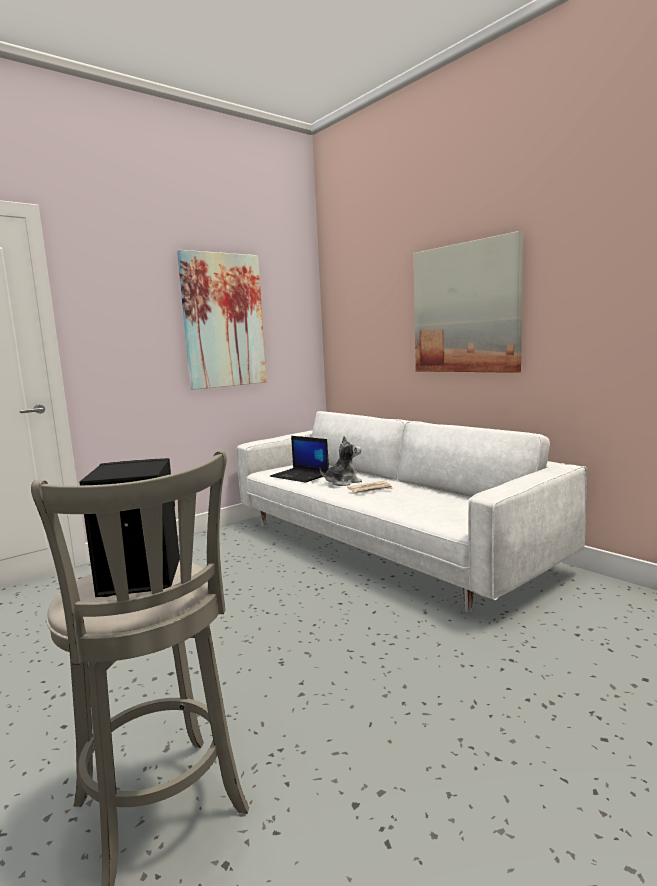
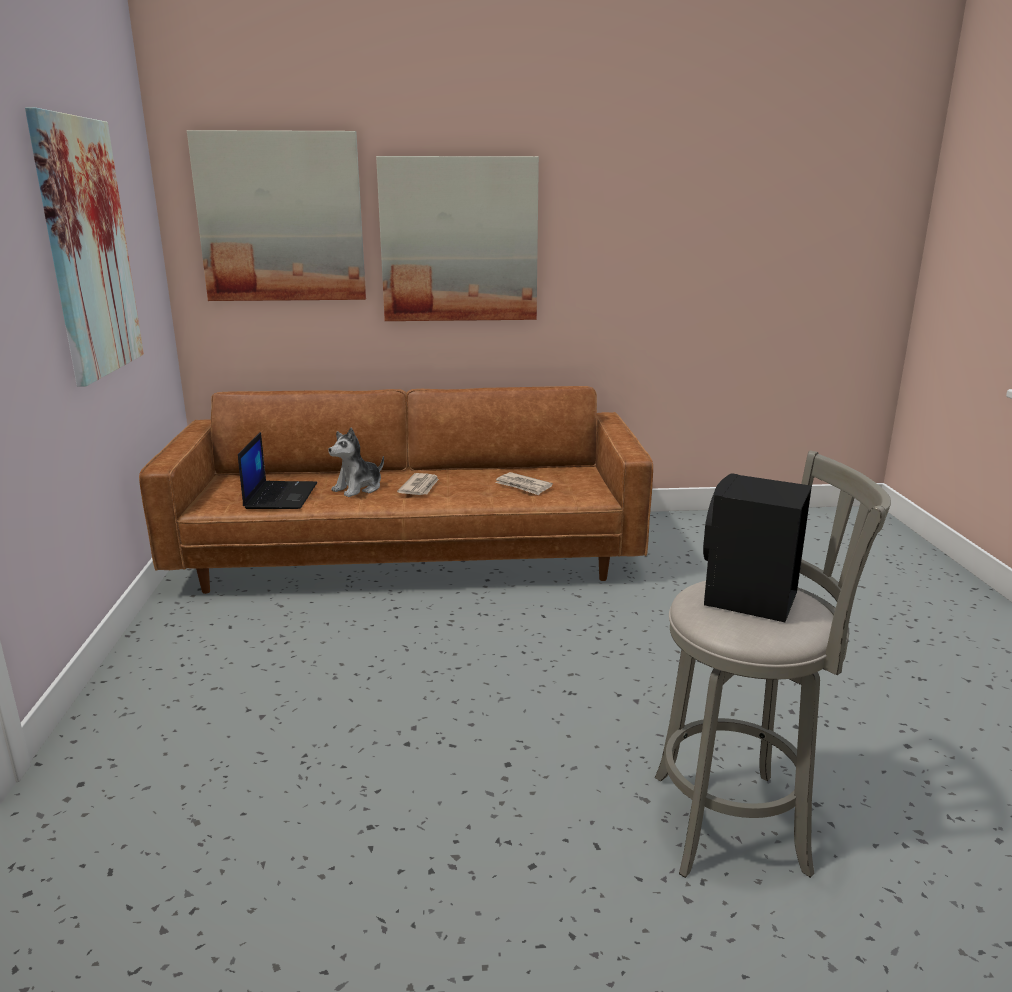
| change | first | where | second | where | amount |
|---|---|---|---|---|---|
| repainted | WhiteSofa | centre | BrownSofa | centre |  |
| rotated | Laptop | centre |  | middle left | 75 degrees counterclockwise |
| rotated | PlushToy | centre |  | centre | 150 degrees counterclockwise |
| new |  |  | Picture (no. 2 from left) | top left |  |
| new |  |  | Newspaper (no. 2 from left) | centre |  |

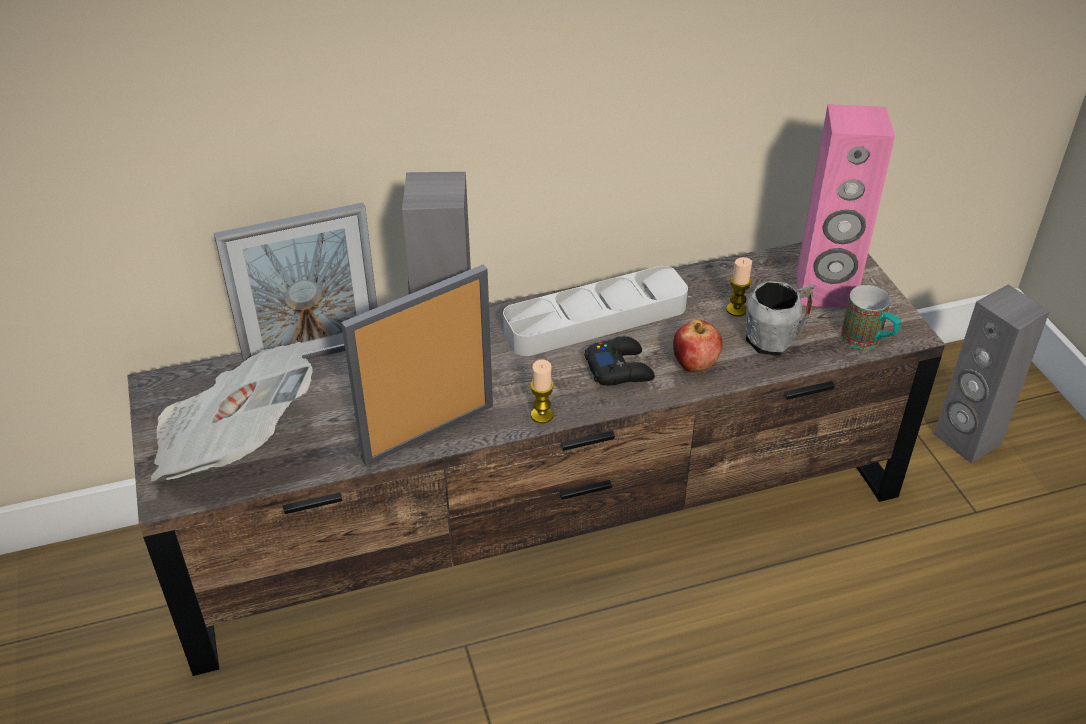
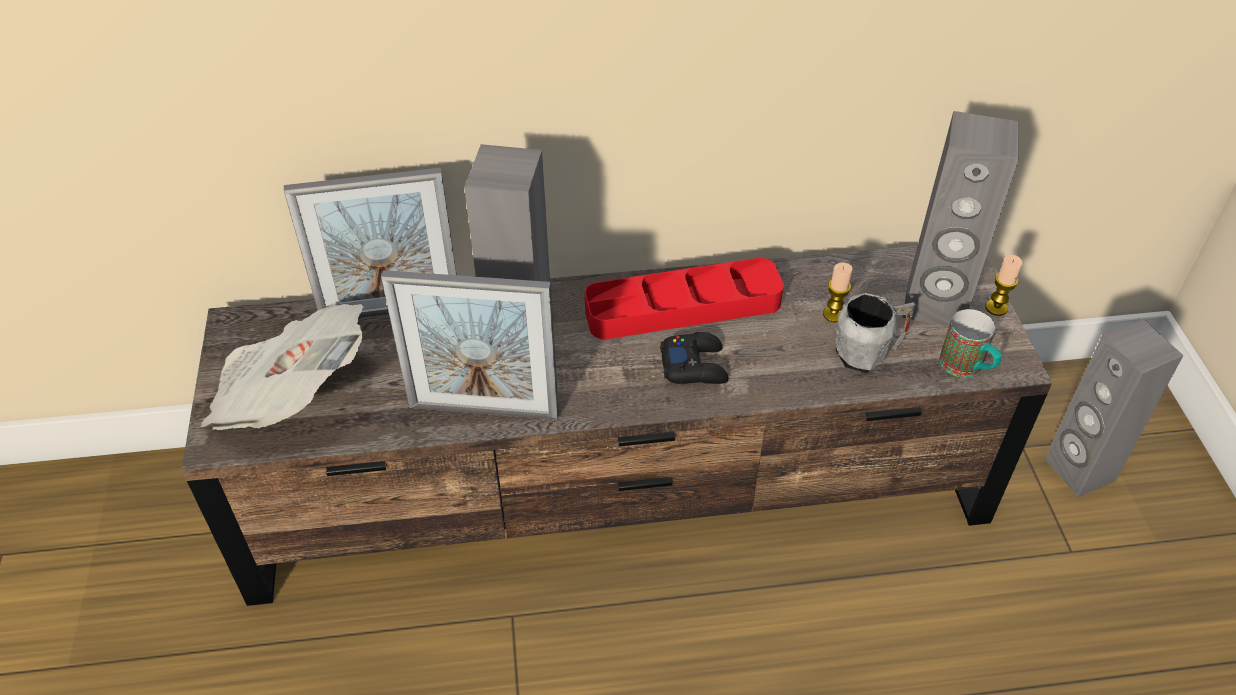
| change | first | where | second | where | amount |
|---|---|---|---|---|---|
| repainted | PinkSpeaker | top right | GreySpeaker (no. 2 from left) | top right |  |
| rotated | PictureFrame (no. 2 from left) | centre |  | centre | 150 degrees counterclockwise |
| repainted | GreyTray | centre | RedTray | centre |  |
| gone | Apple | centre |  |  |  |
| shifted | Candle (no. 1 from left in the first image) | centre | Candle (no. 2 from left) | middle right |  |

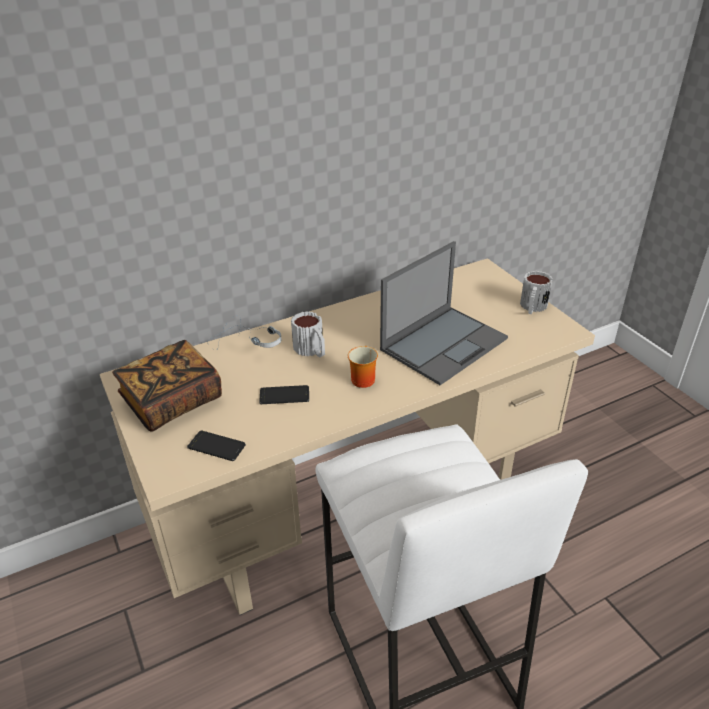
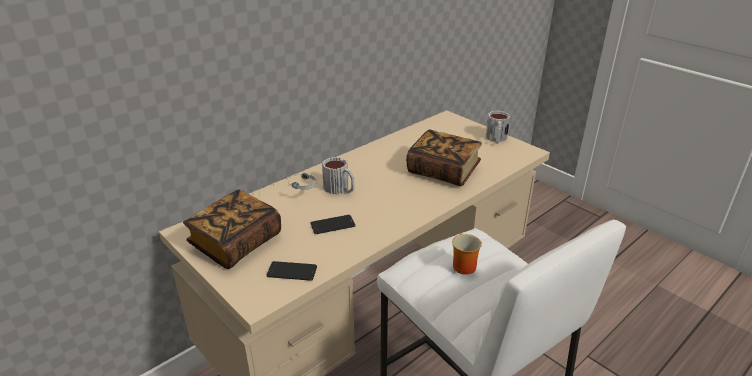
| change | first | where | second | where | amount |
|---|---|---|---|---|---|
| swapped | Laptop | centre | Book (no. 2 from left) | centre |  |
| shifted | Mug (no. 2 from left) | centre |  | bottom centre |  |

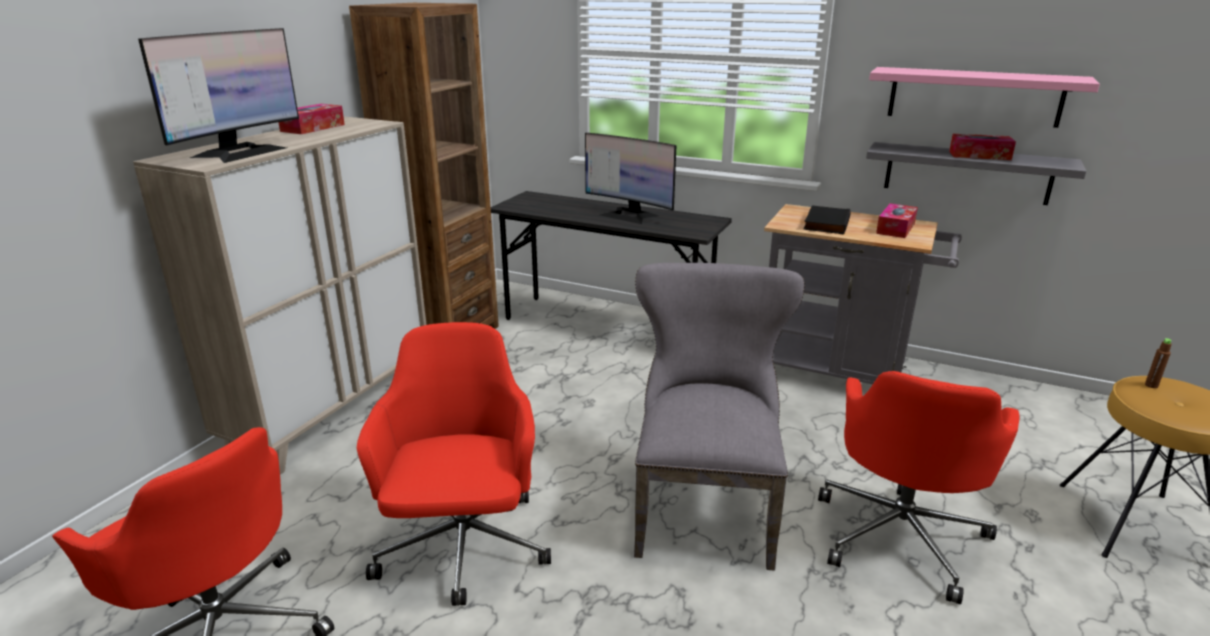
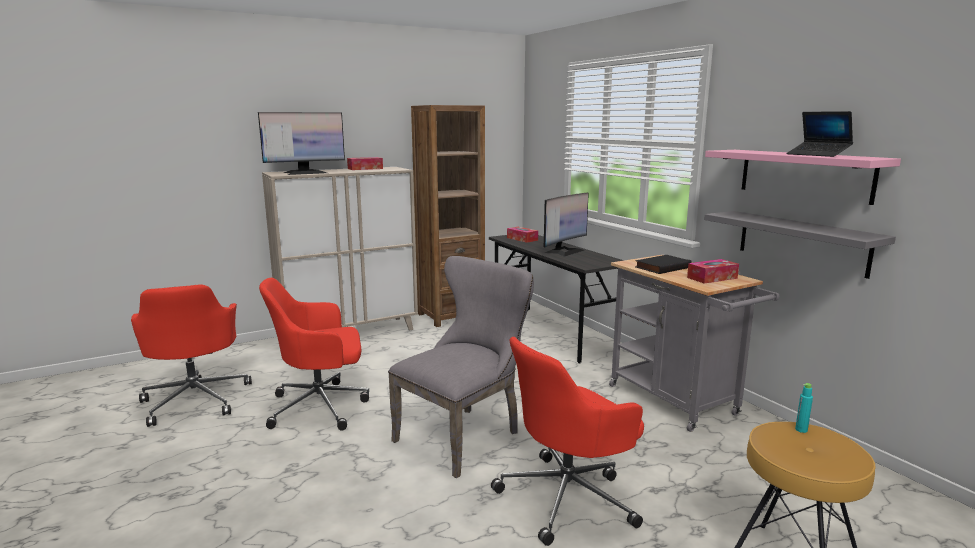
| change | first | where | second | where | amount |
|---|---|---|---|---|---|
| rotated | Monitor (no. 2 from left) | top centre |  | centre | 120 degrees counterclockwise |
| shifted | TissueBox (no. 3 from left in the first image) | top right | TissueBox (no. 2 from left) | centre |  |
| rotated | RedOfficeChair (no. 2 from left) | bottom centre |  | middle left | 135 degrees counterclockwise |
| repainted | BrownBottle | middle right | TurquoiseBottle | bottom right |  |
| new |  |  | Laptop | top right |  |

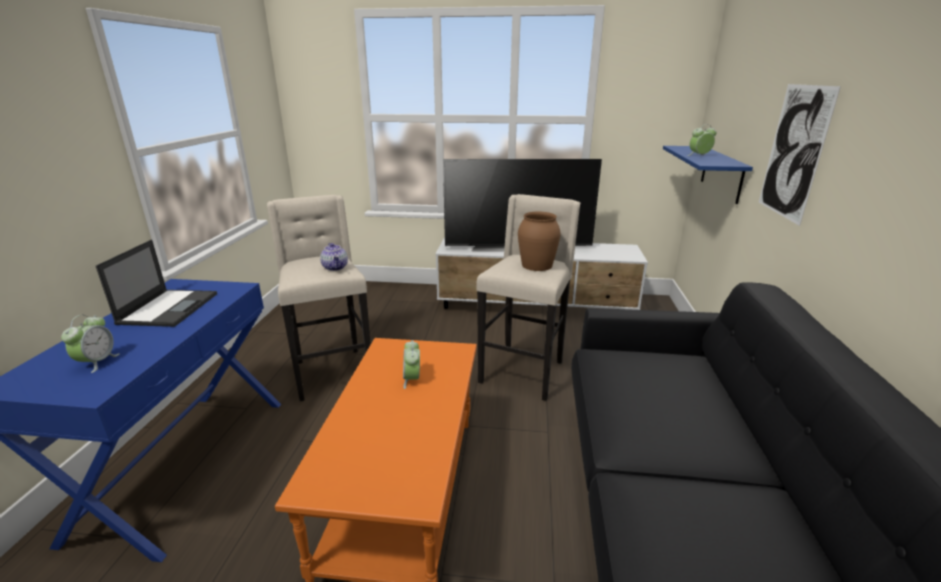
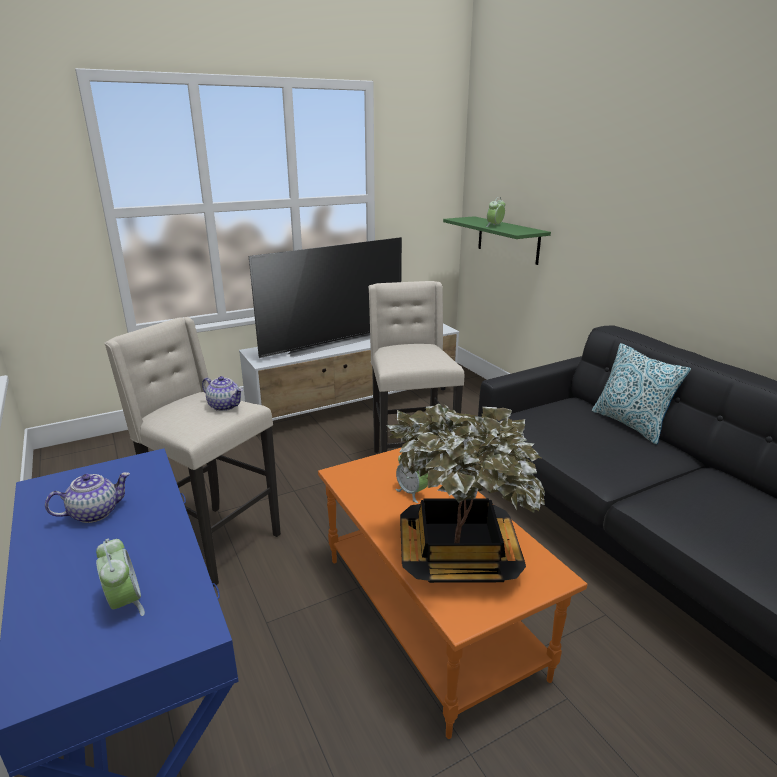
| change | first | where | second | where | amount |
|---|---|---|---|---|---|
| gone | Picture | top right |  |  |  |
| repainted | BlueShelf | top right | GreenShelf | top centre |  |
| gone | BrownVase | centre |  |  |  |
| swapped | Laptop | middle left | Teapot (no. 1 from left) | middle left |  |
| new |  |  | Pillow | middle right |  |
| new |  |  | PottedPlant | centre |  |

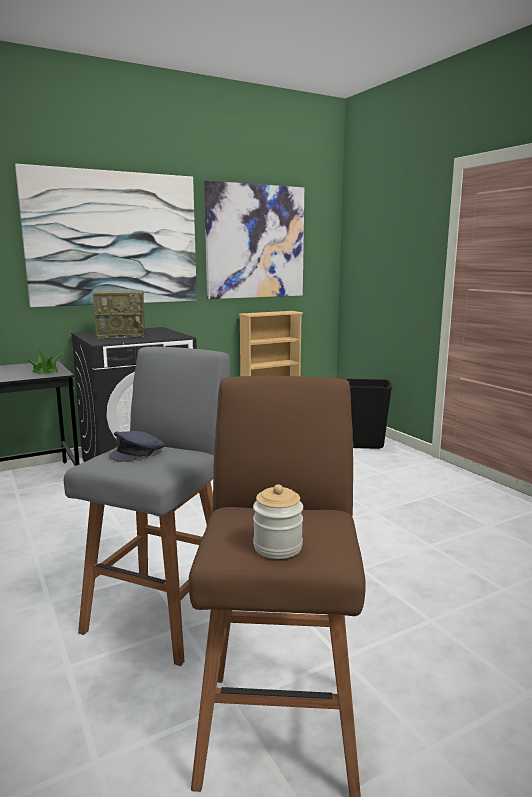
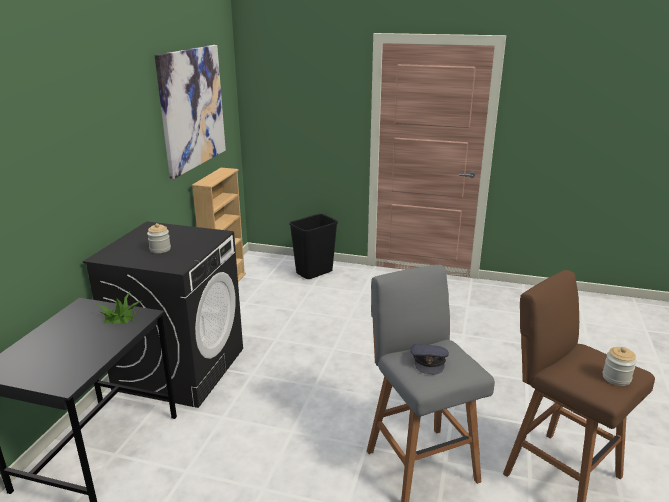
| change | first | where | second | where | amount |
|---|---|---|---|---|---|
| gone | Picture (no. 1 from left) | top left |  |  |  |
| swapped | Radio | middle left | Jar (no. 1 from left) | middle left |  |

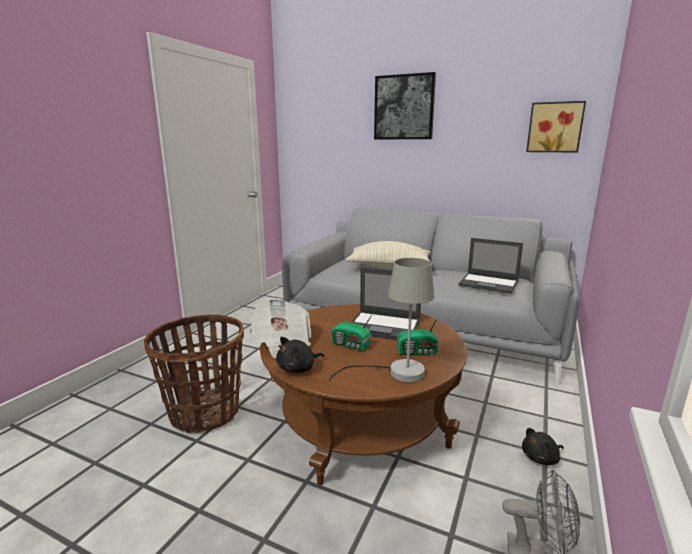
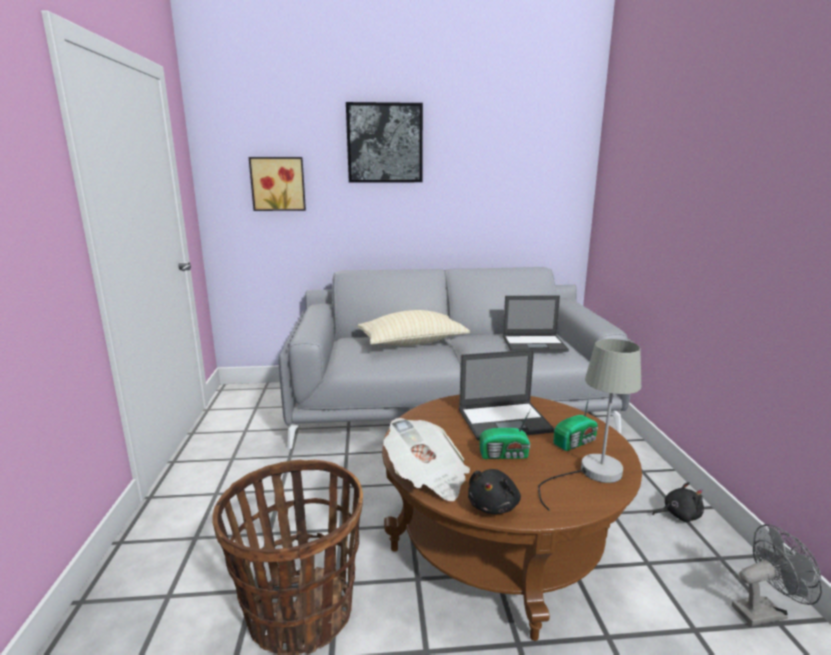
| change | first | where | second | where | amount |
|---|---|---|---|---|---|
| shifted | Picture (no. 2 from left in the first image) | top right | Picture (no. 1 from left) | top centre |  |
| rotated | BlackPlushToy (no. 2 from left) | bottom right |  | bottom right | 135 degrees counterclockwise |

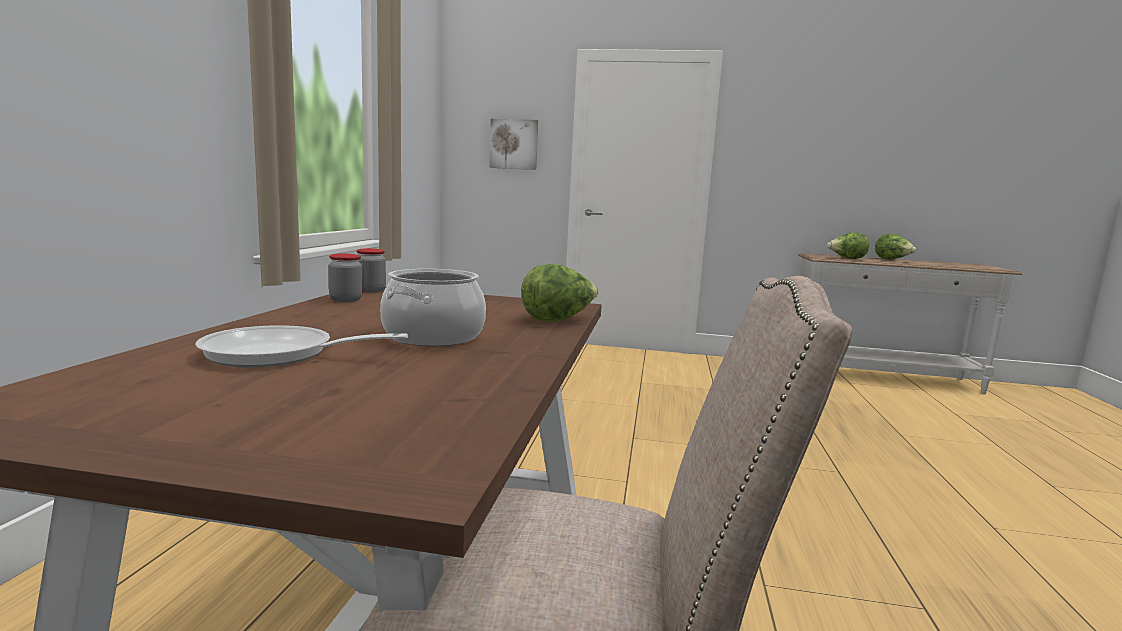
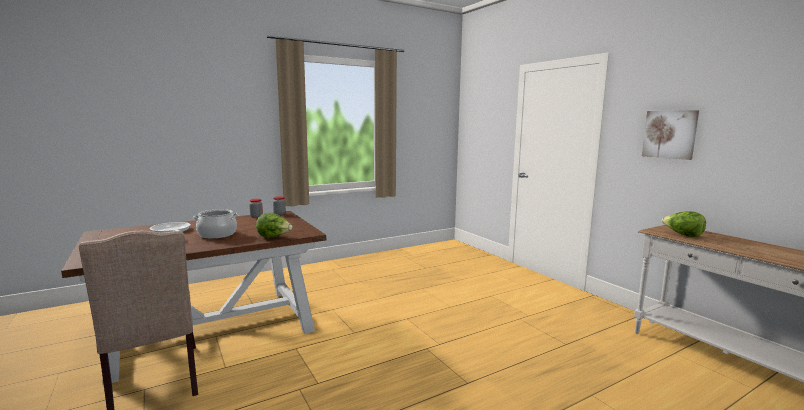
| change | first | where | second | where | amount |
|---|---|---|---|---|---|
| shifted | Picture | top centre |  | top right |  |
| gone | Lettuce (no. 3 from left) | middle right |  |  |  |

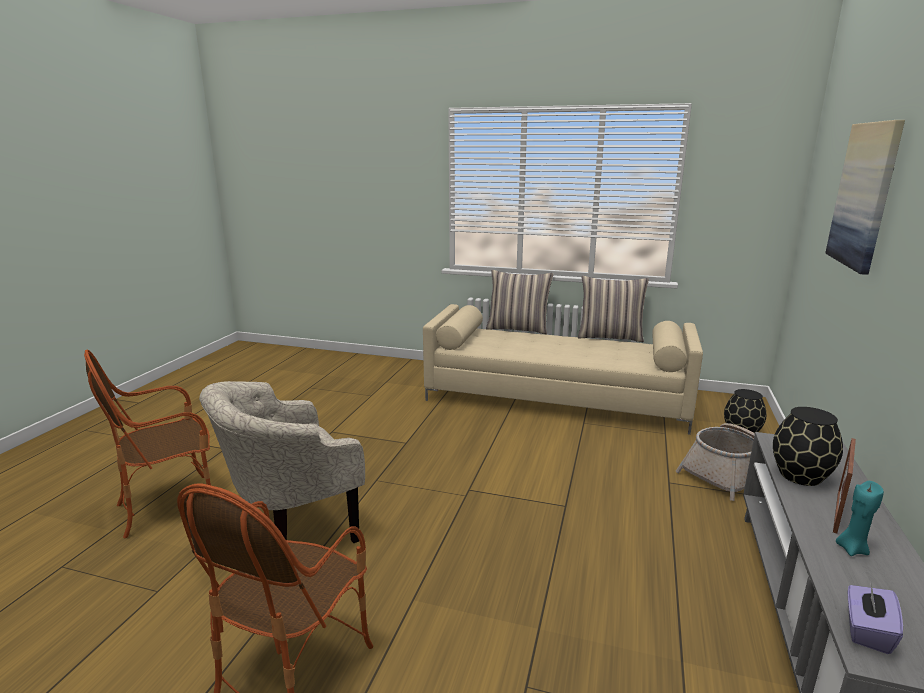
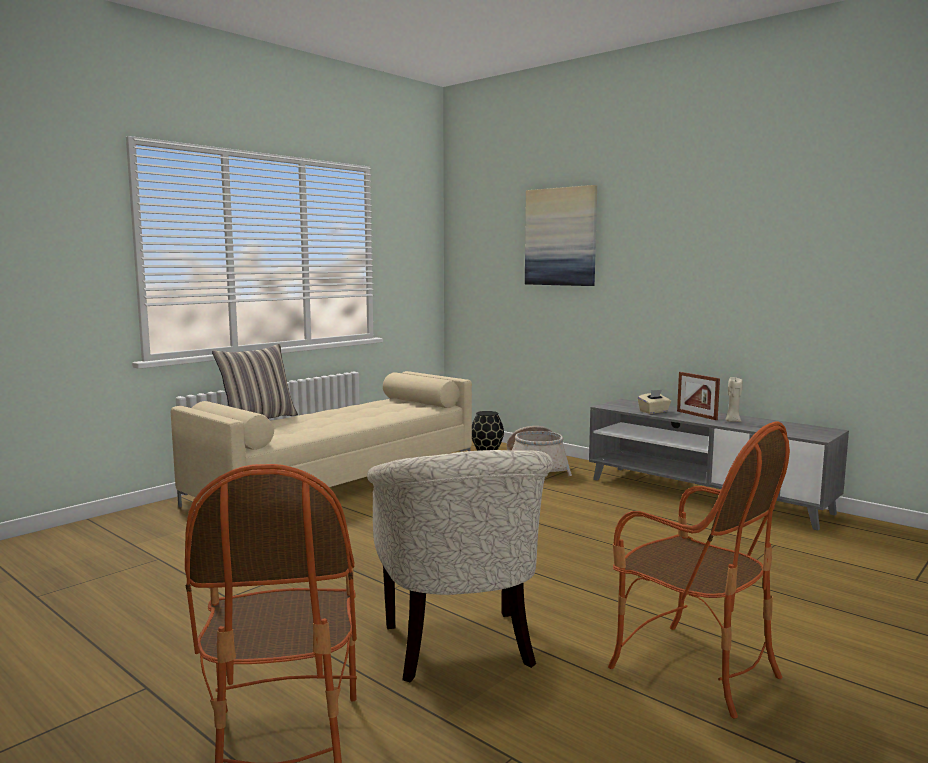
| change | first | where | second | where | amount |
|---|---|---|---|---|---|
| gone | Pillow (no. 2 from left) | centre |  |  |  |
| swapped | BlackVase (no. 2 from left) | middle right | BeigeTissueBox | middle right |  |
| repainted | TurquoiseCandle | bottom right | BeigeCandle | middle right |  |
| gone | PurpleTissueBox | bottom right |  |  |  |

